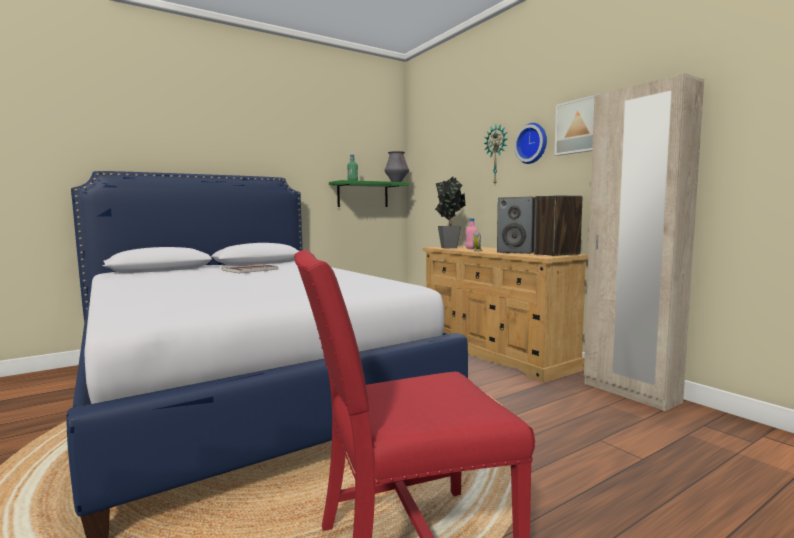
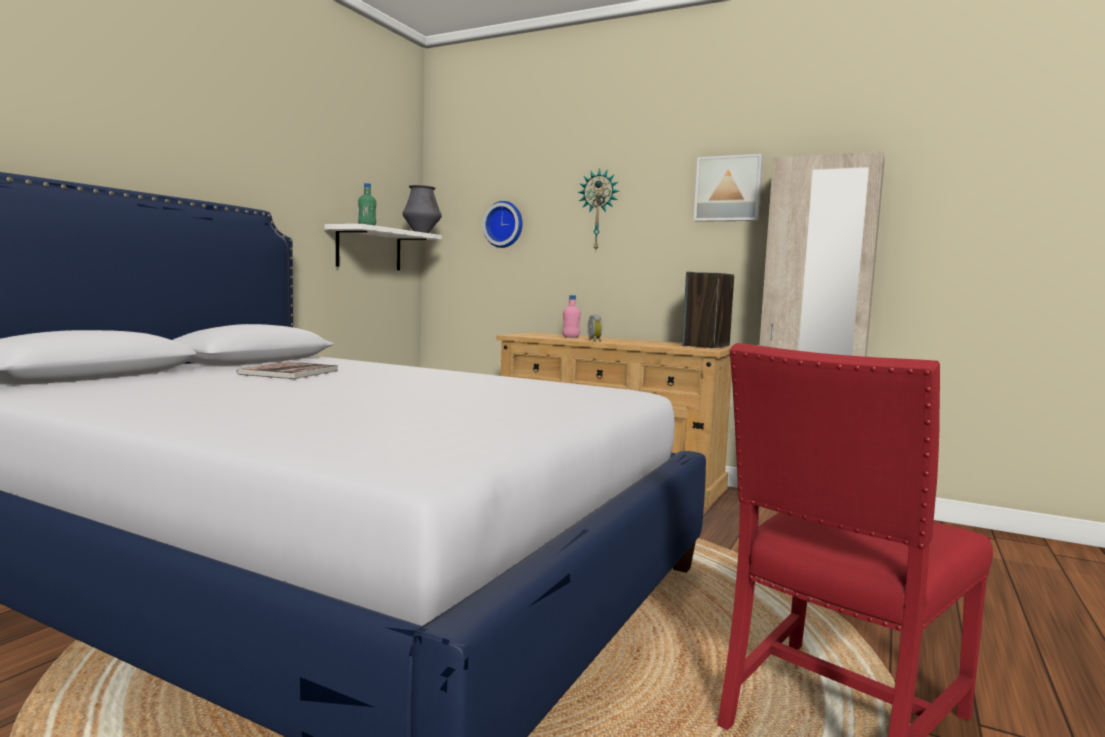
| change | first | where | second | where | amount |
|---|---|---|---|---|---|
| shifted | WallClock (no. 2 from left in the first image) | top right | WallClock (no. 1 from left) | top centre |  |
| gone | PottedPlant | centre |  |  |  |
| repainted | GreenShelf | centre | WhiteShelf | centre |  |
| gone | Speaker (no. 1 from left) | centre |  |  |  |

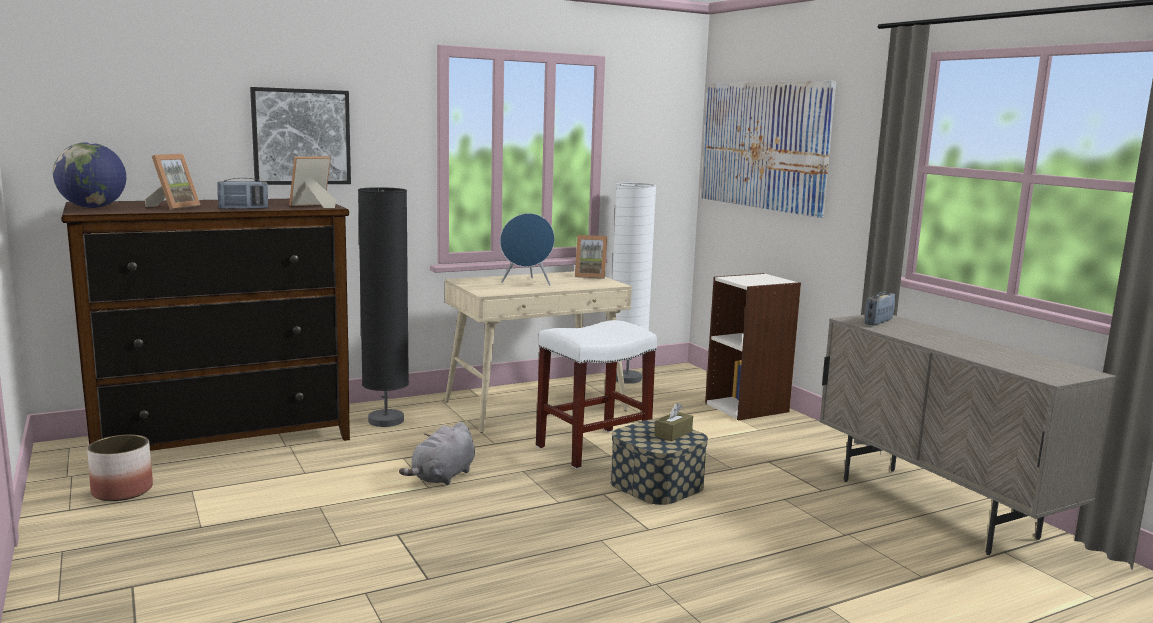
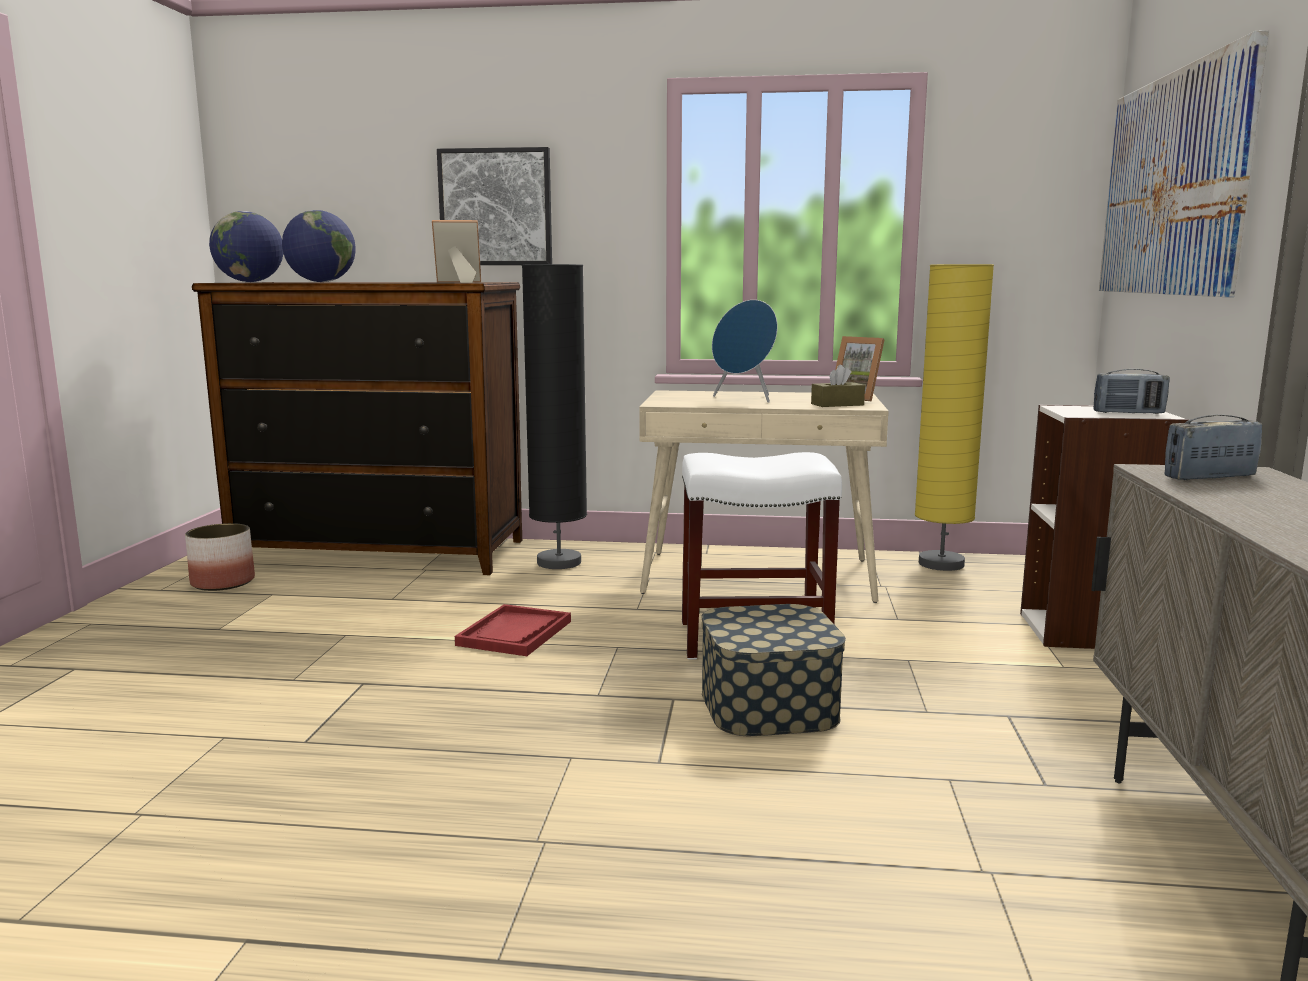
| change | first | where | second | where | amount |
|---|---|---|---|---|---|
| swapped | PictureFrame (no. 1 from left) | top left | Globe (no. 2 from left) | top left |  |
| shifted | Radio (no. 1 from left) | top left |  | middle right |  |
| repainted | WhiteFloorLamp | centre | YellowFloorLamp | middle right |  |
| shifted | BrownTissueBox | bottom centre |  | centre |  |
| swapped | GreyPlushToy | bottom centre | RedTray | centre |  |

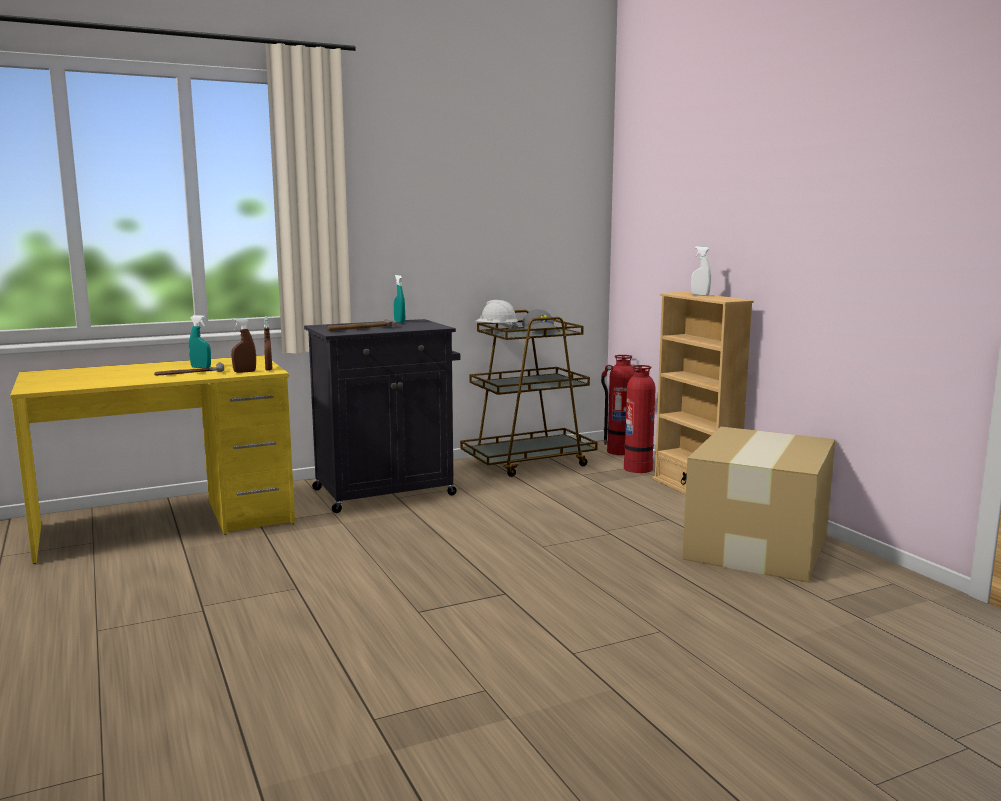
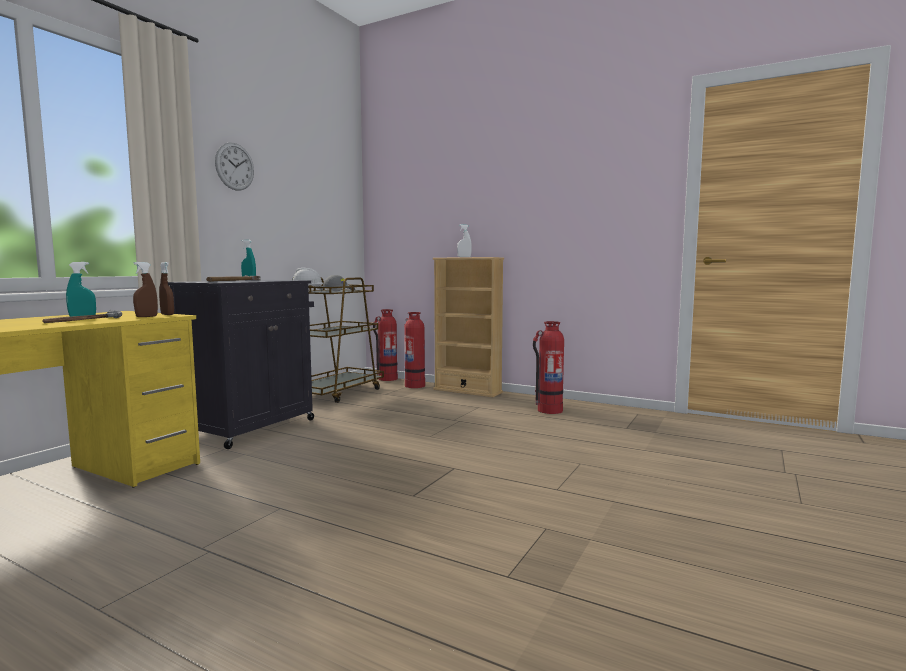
| change | first | where | second | where | amount |
|---|---|---|---|---|---|
| swapped | CardboardBox | middle right | FireExtinguisher (no. 3 from left) | centre |  |
| new |  |  | WallClock | top left |  |

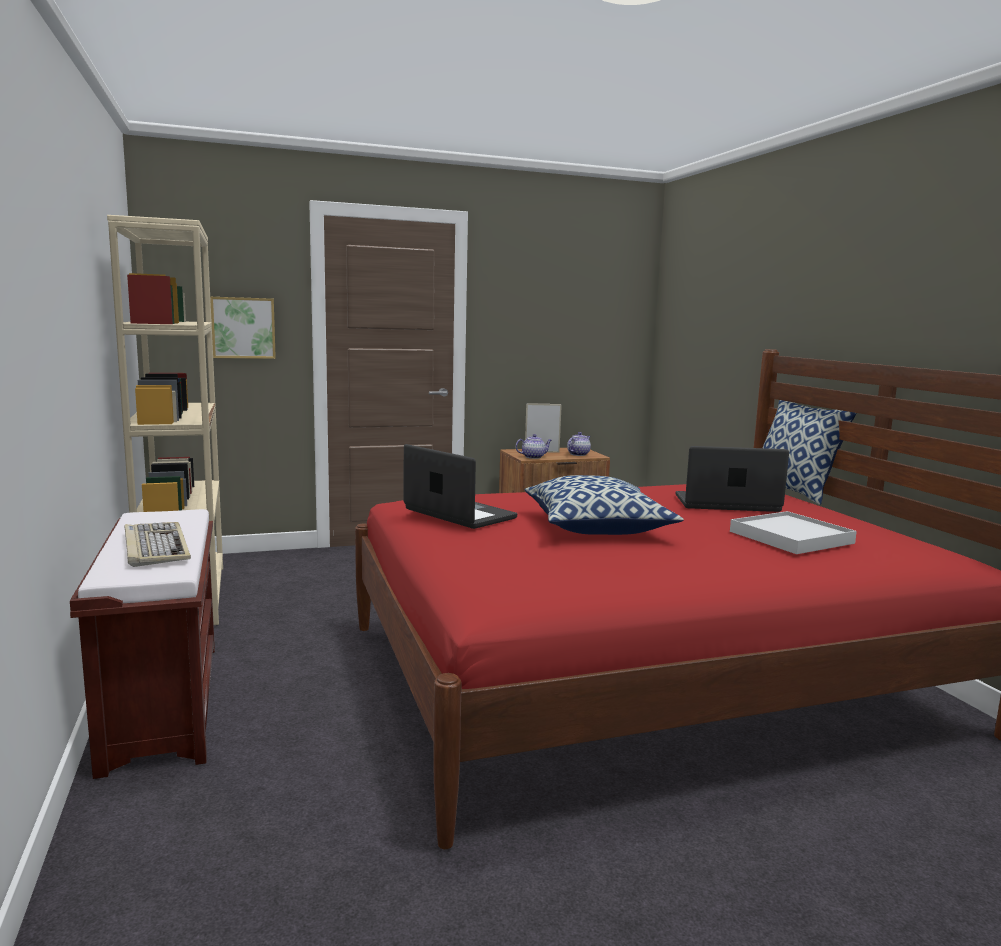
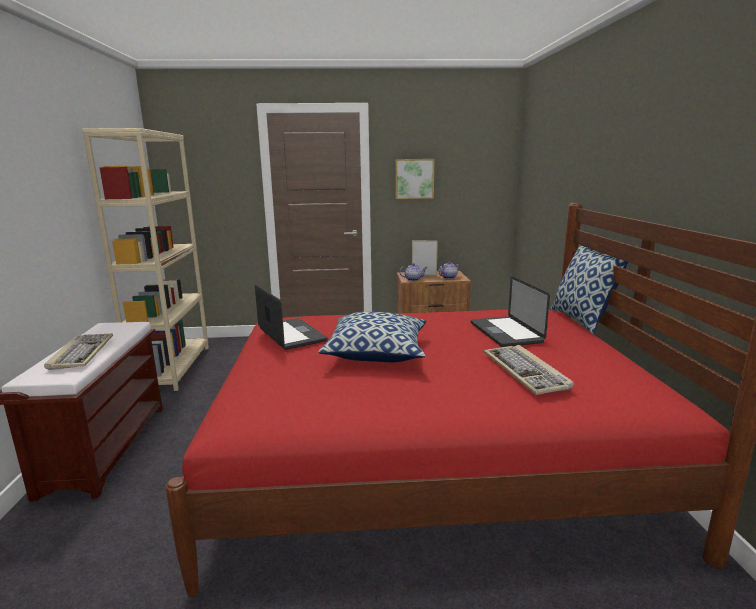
| change | first | where | second | where | amount |
|---|---|---|---|---|---|
| shifted | Picture | middle left |  | top centre |  |
| rotated | Laptop (no. 2 from left) | middle right |  | middle right | 120 degrees counterclockwise |
| swapped | WhiteTray | middle right | Keyboard (no. 2 from left) | middle right |  |

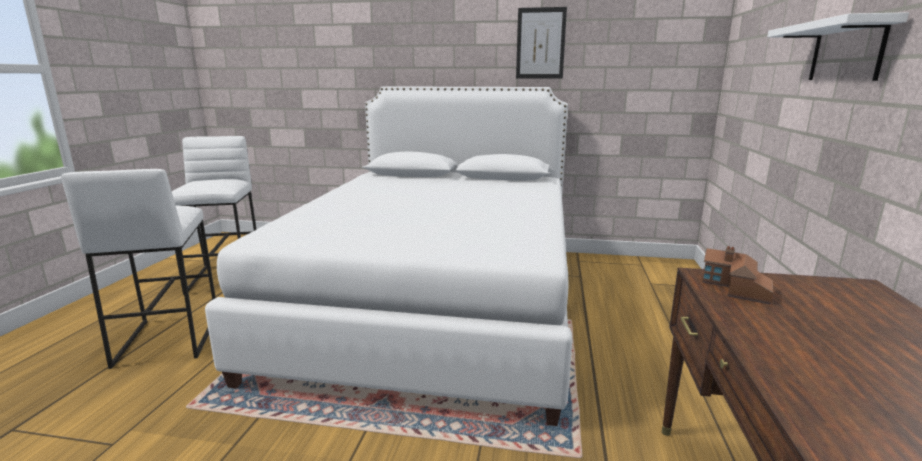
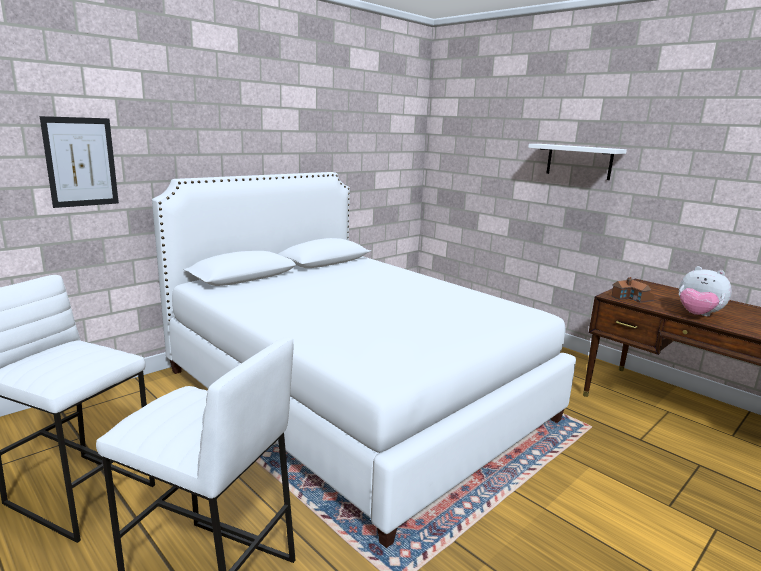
| change | first | where | second | where | amount |
|---|---|---|---|---|---|
| shifted | Picture | top centre |  | top left |  |
| new |  |  | PlushToy | middle right |  |

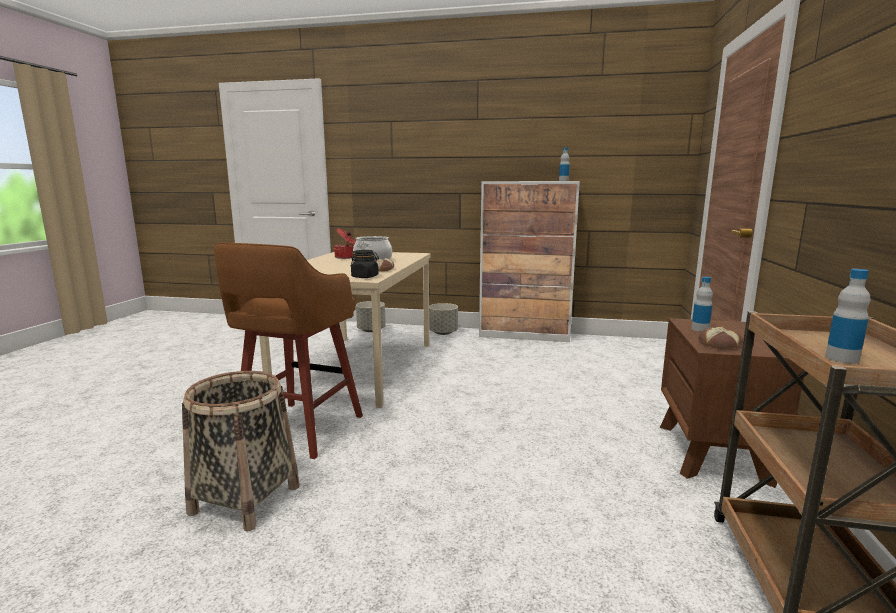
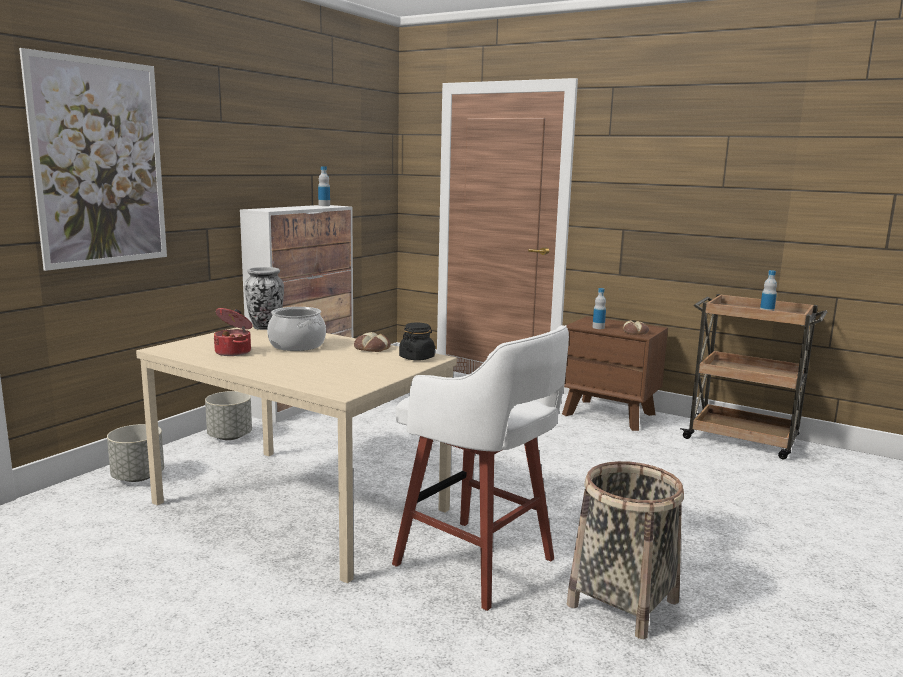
| change | first | where | second | where | amount |
|---|---|---|---|---|---|
| repainted | BrownStool | middle left | WhiteStool | bottom centre |  |
| new |  |  | Picture | top left |  |
| new |  |  | Vase | middle left |  |

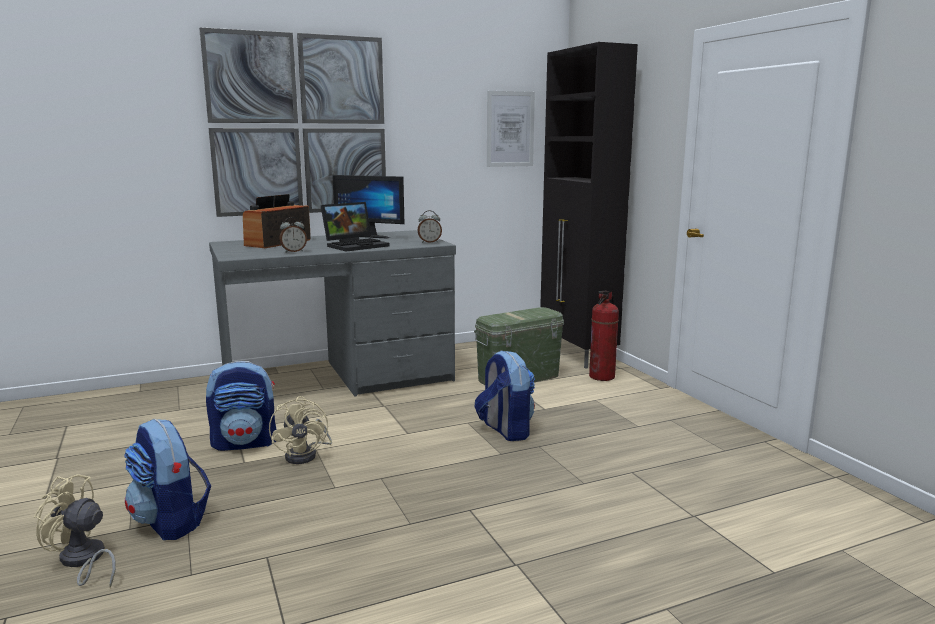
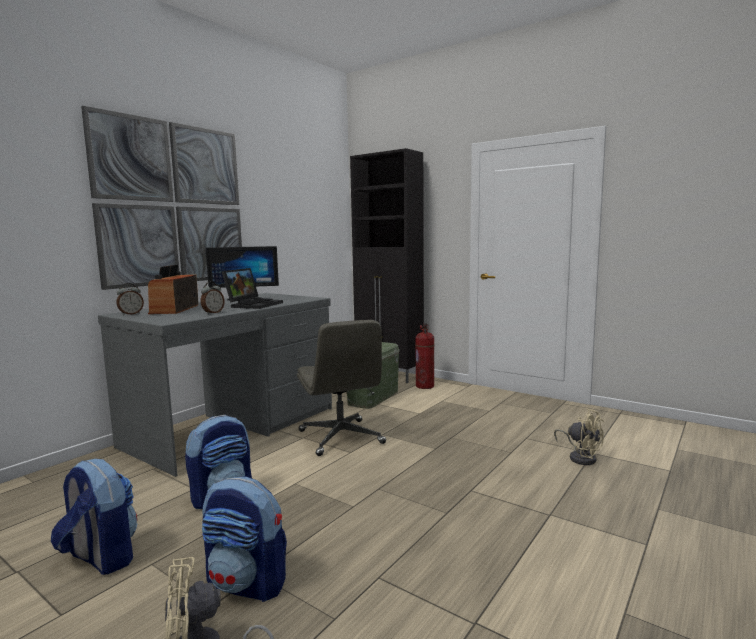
| change | first | where | second | where | amount |
|---|---|---|---|---|---|
| gone | Picture (no. 2 from left) | top centre |  |  |  |
| shifted | AlarmClock (no. 2 from left in the first image) | centre | AlarmClock (no. 1 from left) | middle left |  |
| shifted | Backpack (no. 3 from left in the first image) | centre | Backpack (no. 1 from left) | bottom left |  |
| shifted | BeigeFan (no. 2 from left) | bottom left |  | bottom right |  |
| new |  |  | GreyOfficeChair | centre |  |

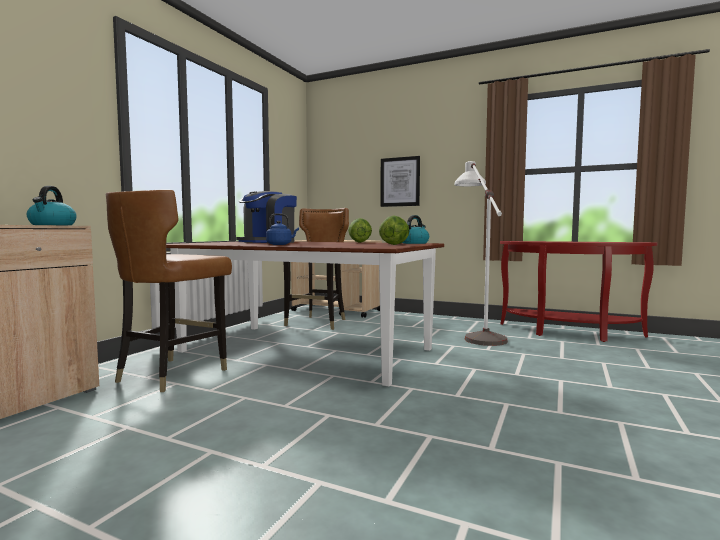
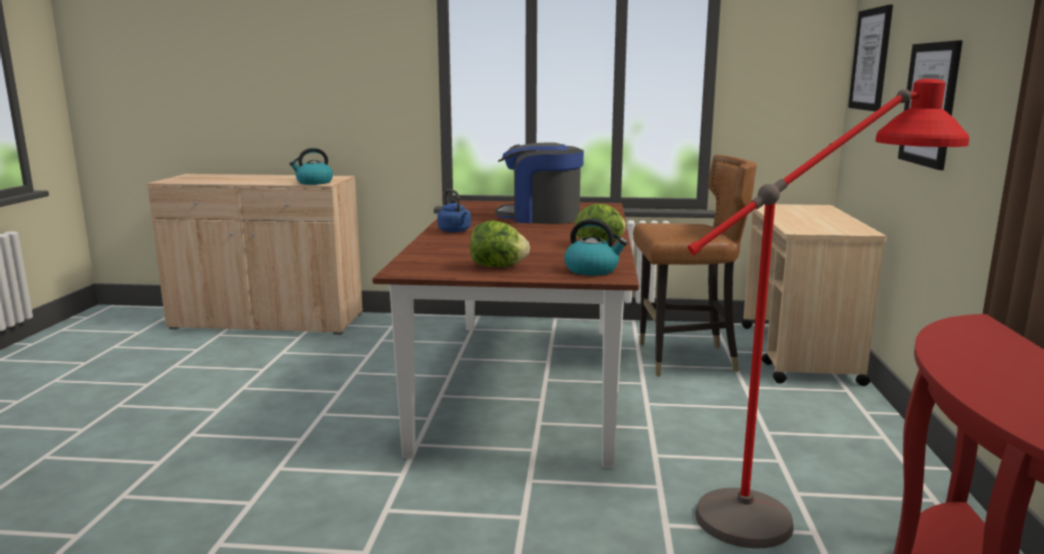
| change | first | where | second | where | amount |
|---|---|---|---|---|---|
| repainted | WhiteFloorLamp | middle right | RedFloorLamp | middle right |  |
| gone | BrownChair (no. 1 from left) | middle left |  |  |  |
| new |  |  | Picture (no. 1 from left) | top right |  |

